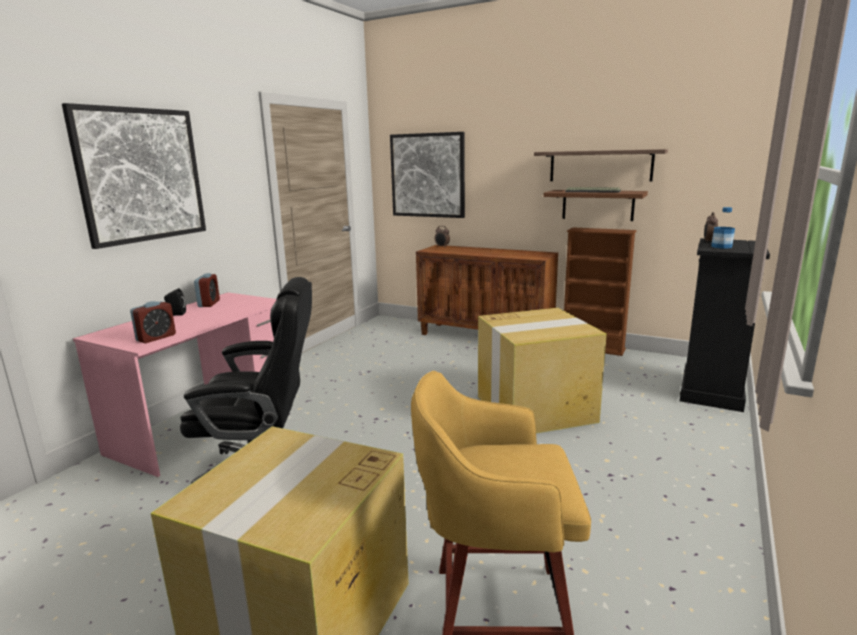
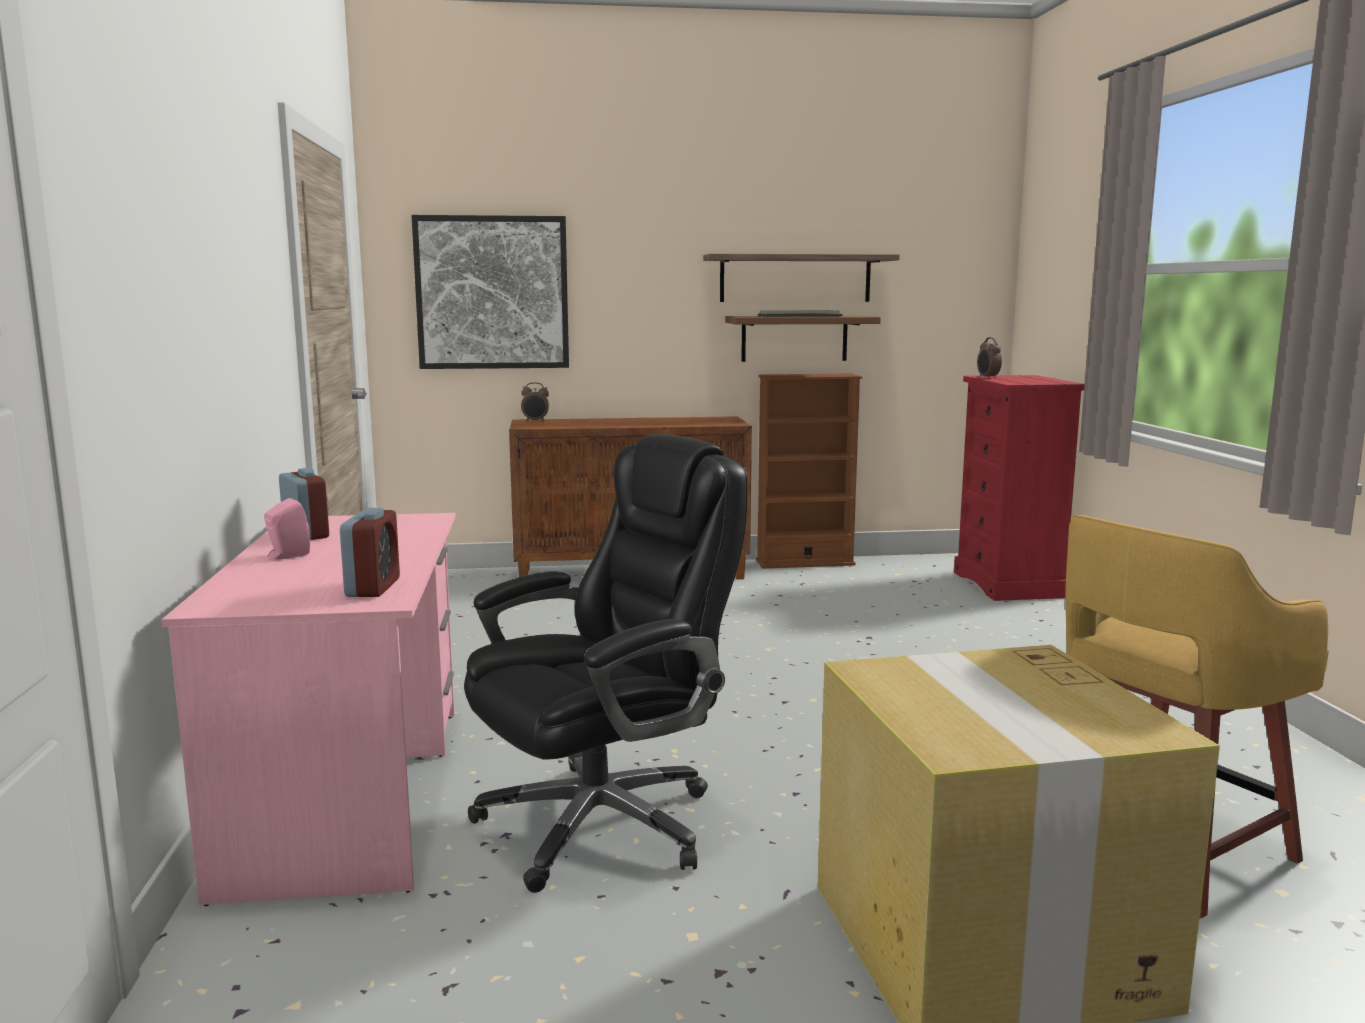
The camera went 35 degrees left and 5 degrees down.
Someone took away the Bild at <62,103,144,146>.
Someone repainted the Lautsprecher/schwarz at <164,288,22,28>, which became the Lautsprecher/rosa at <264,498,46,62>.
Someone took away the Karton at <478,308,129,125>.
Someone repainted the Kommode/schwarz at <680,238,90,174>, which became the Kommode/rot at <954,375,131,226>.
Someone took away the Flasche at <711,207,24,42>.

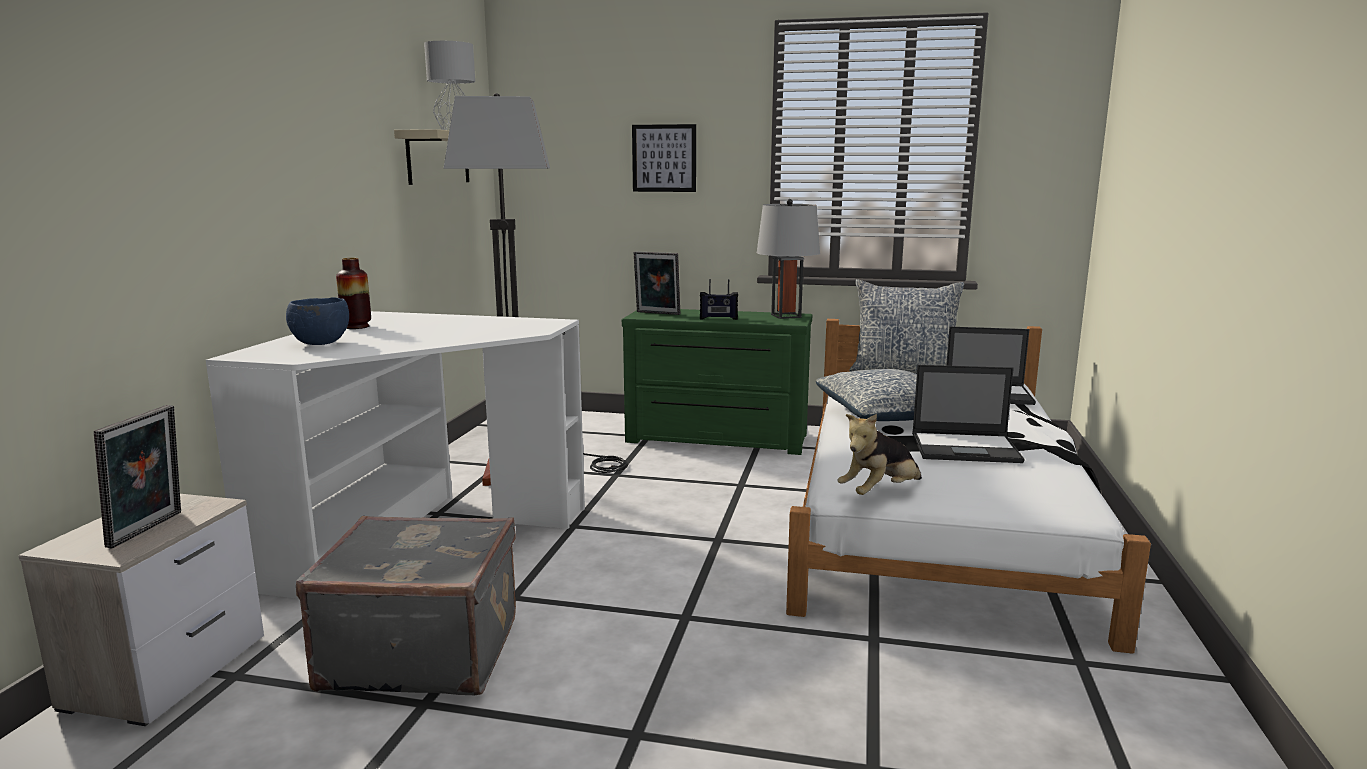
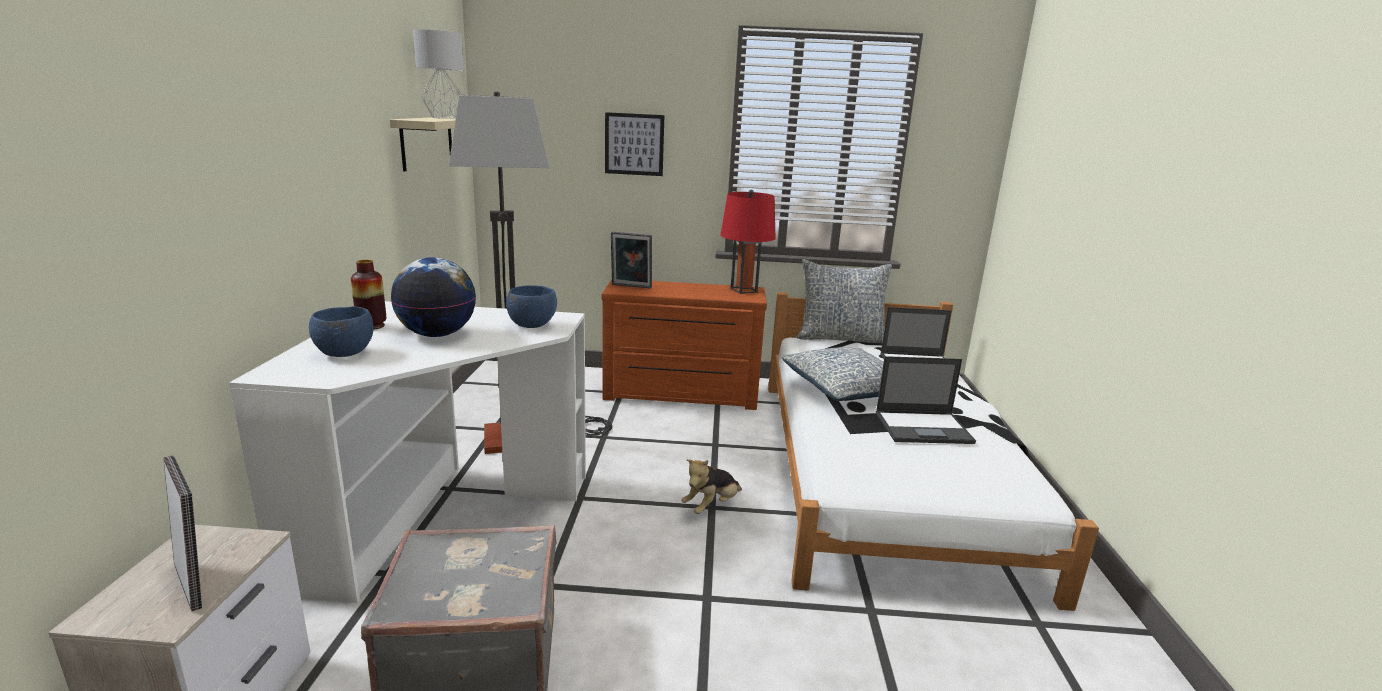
The camera went 10 degrees left and 5 degrees up.
Someone rotated the Bilderrahmen at <94,405,87,144> by 45 degrees counterclockwise.
Someone repainted the Kommode/grün at <622,309,190,146>, which became the Kommode/braun at <601,280,166,130>.
Someone took away the Radio at <700,279,38,41>.
Someone repainted the Tischlampe/grau at <757,199,63,120>, which became the Tischlampe/rot at <720,190,55,104>.
Someone carried the Plüschtier from <837,414,85,81> to <681,459,61,55>.
Someone put down the Globus at <391,257,85,80>.
Someone put down the Schüssel/blau at <506,285,51,43>.

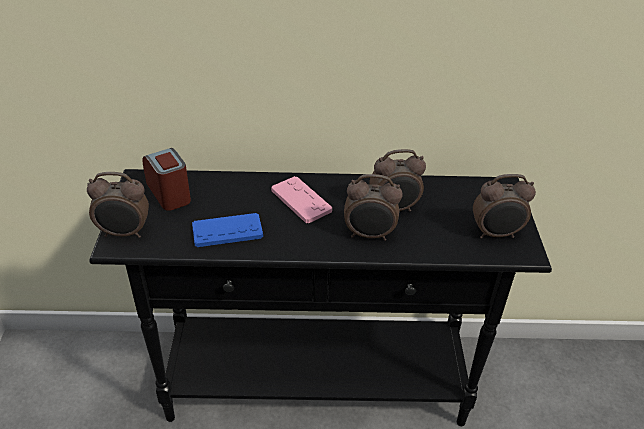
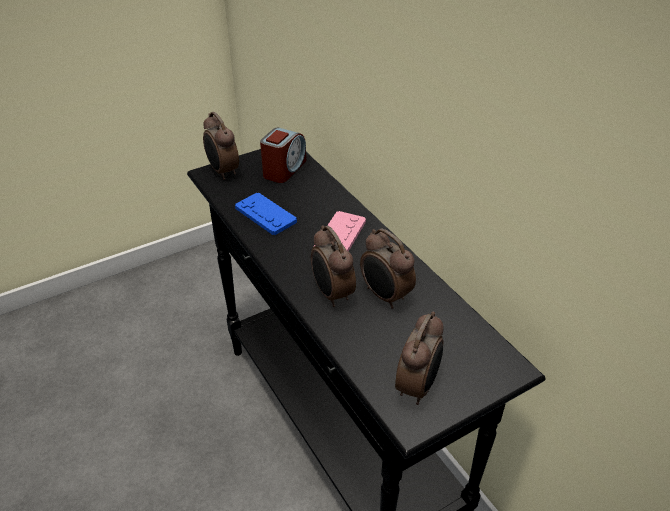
The camera went 60 degrees right and 0 degrees up.
Someone rotated the Wecker at <473,174,63,65> by 120 degrees counterclockwise.

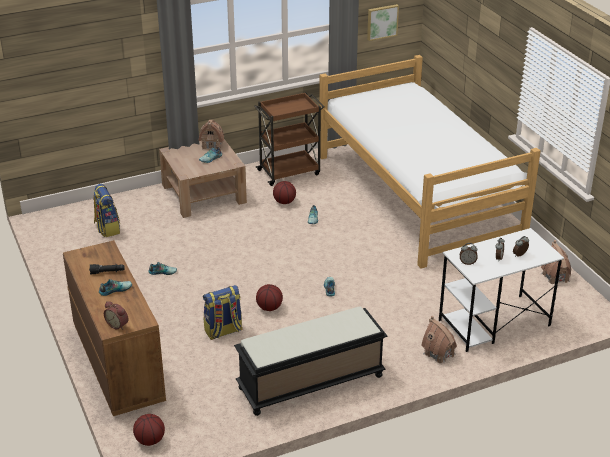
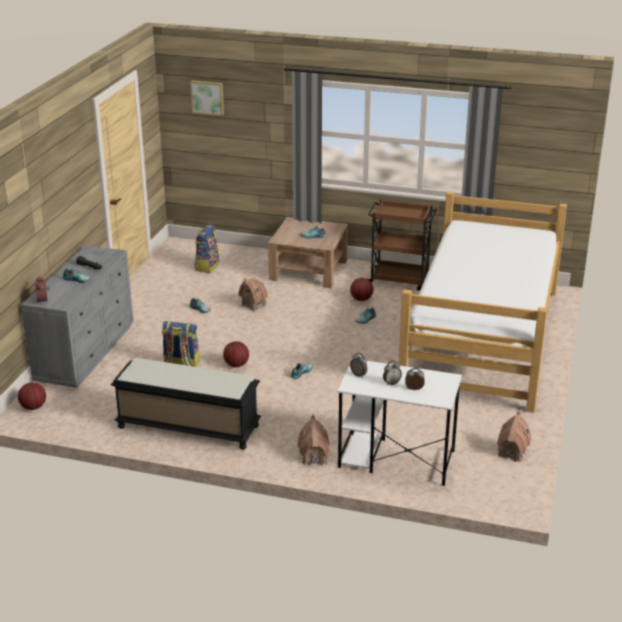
The camera went 40 degrees right and 5 degrees down.
Someone repainted the Kommode/braun at <63,240,103,176>, which became the Kommode/grau at <21,245,113,143>.
Someone carried the Spielzeughaus from <198,120,26,30> to <238,278,30,33>.
Someone carried the Bild from <367,4,32,37> to <191,80,33,36>.

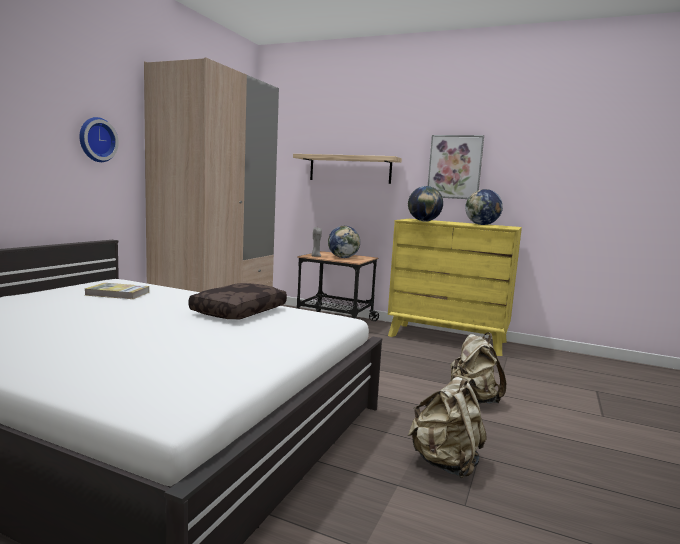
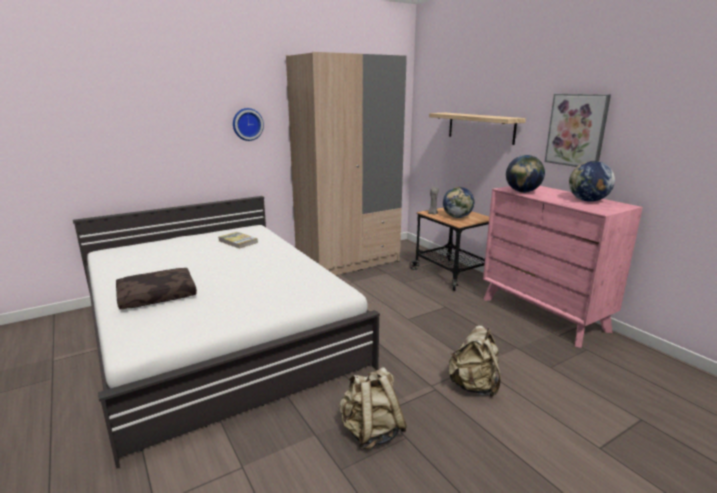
The camera went 35 degrees right and 10 degrees up.
Someone carried the Kissen/braun from <189,283,98,37> to <116,268,81,41>.
Someone repainted the Kommode/gelb at <388,219,134,137>, which became the Kommode/rosa at <483,186,160,162>.

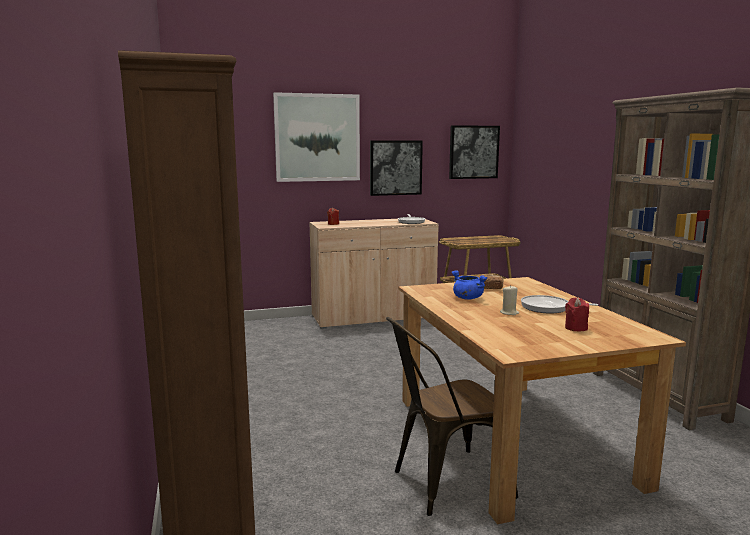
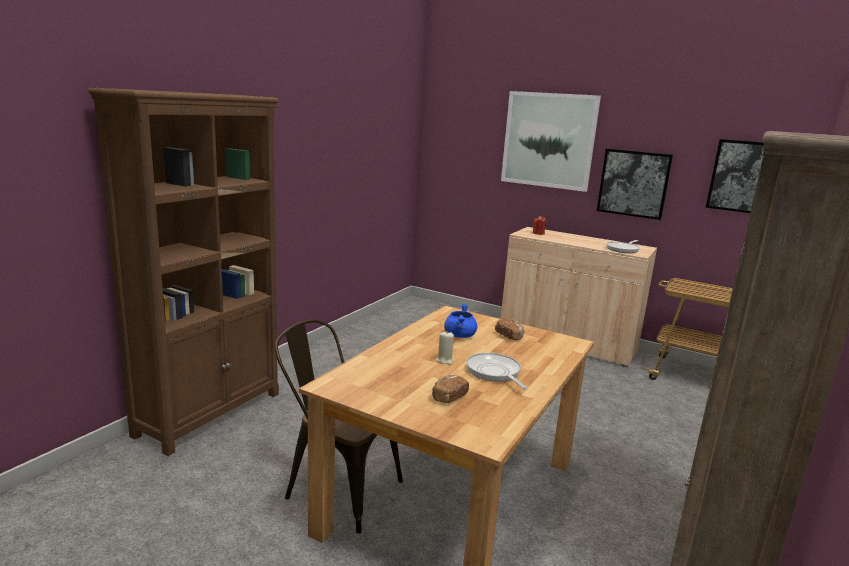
The camera went 45 degrees right and 5 degrees up.
Someone swapped the Kerze/rot at <565,298,24,33> for the Brot at <432,375,37,28>.

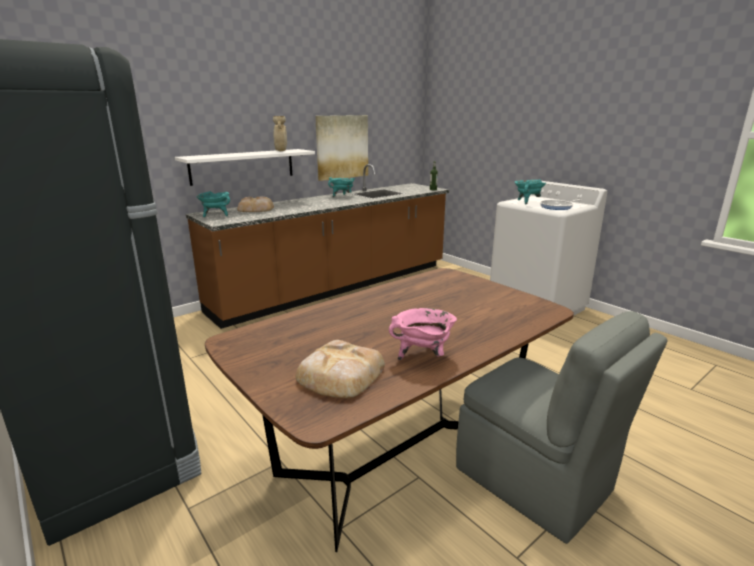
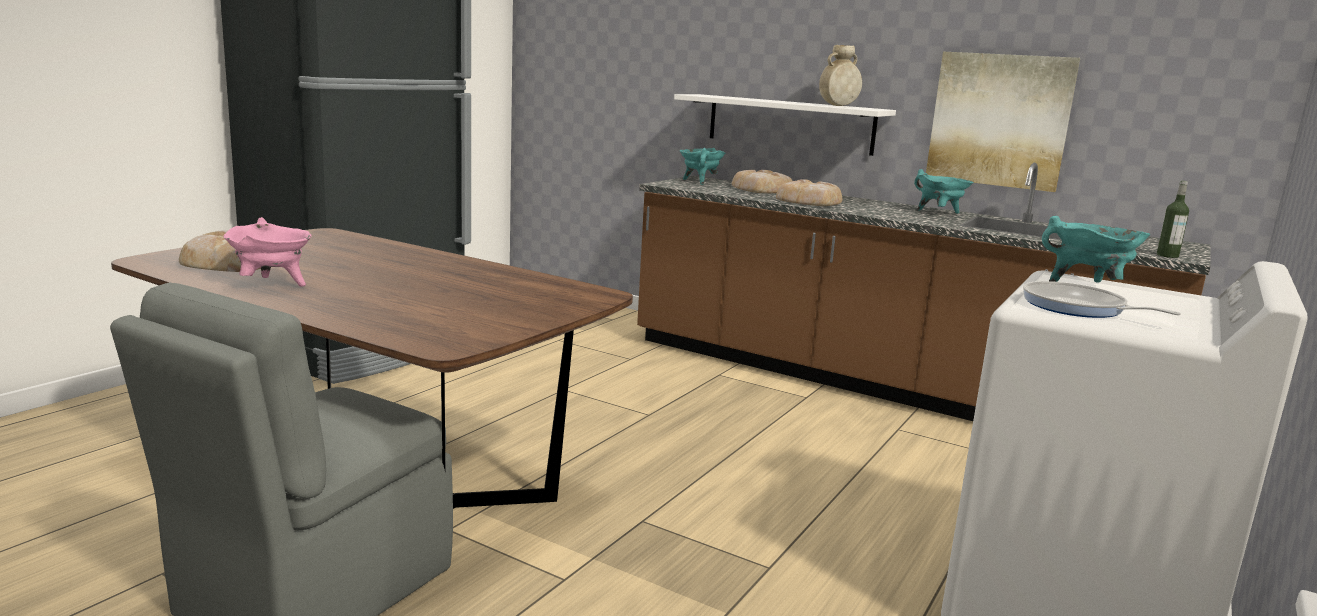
The camera went 70 degrees right and 5 degrees down.
Someone put down the Brot at <776,179,66,27>.

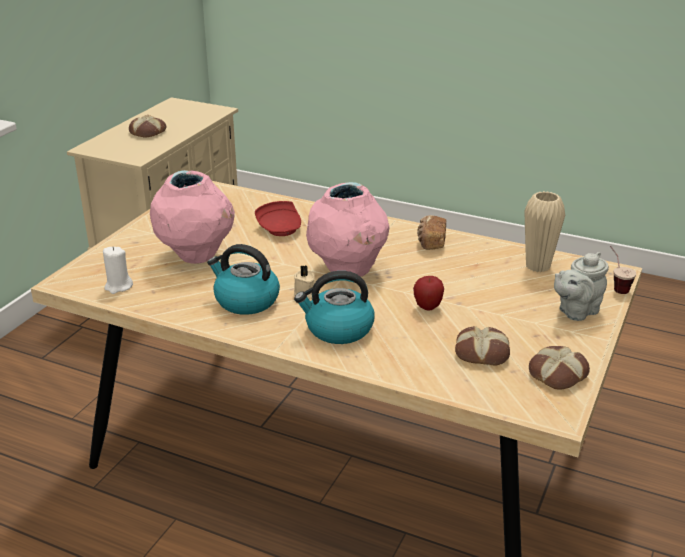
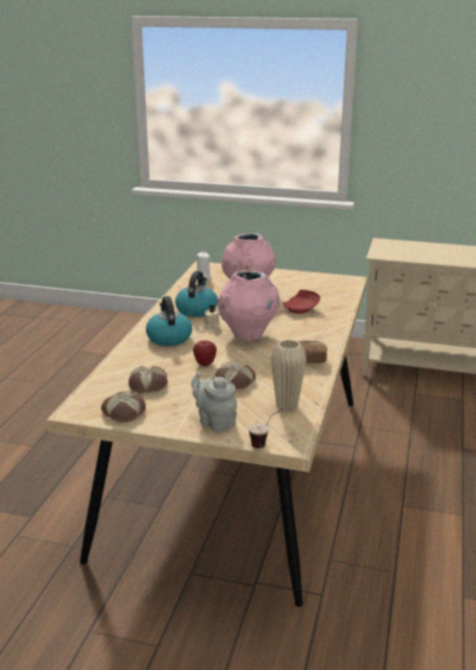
The camera went 80 degrees right and 5 degrees down.
Someone carried the Brot from <129,115,37,23> to <215,362,41,27>.

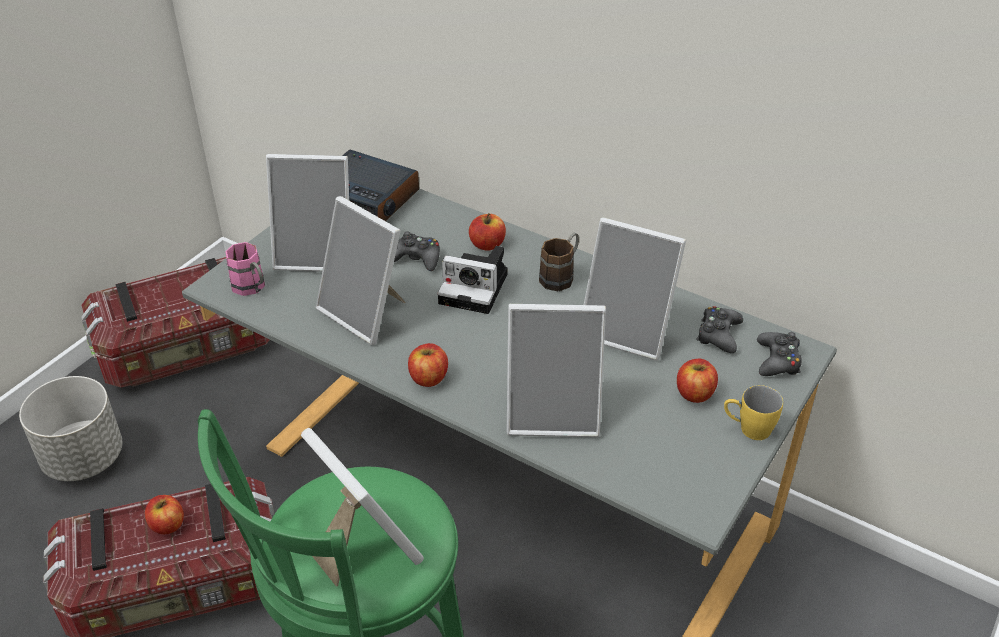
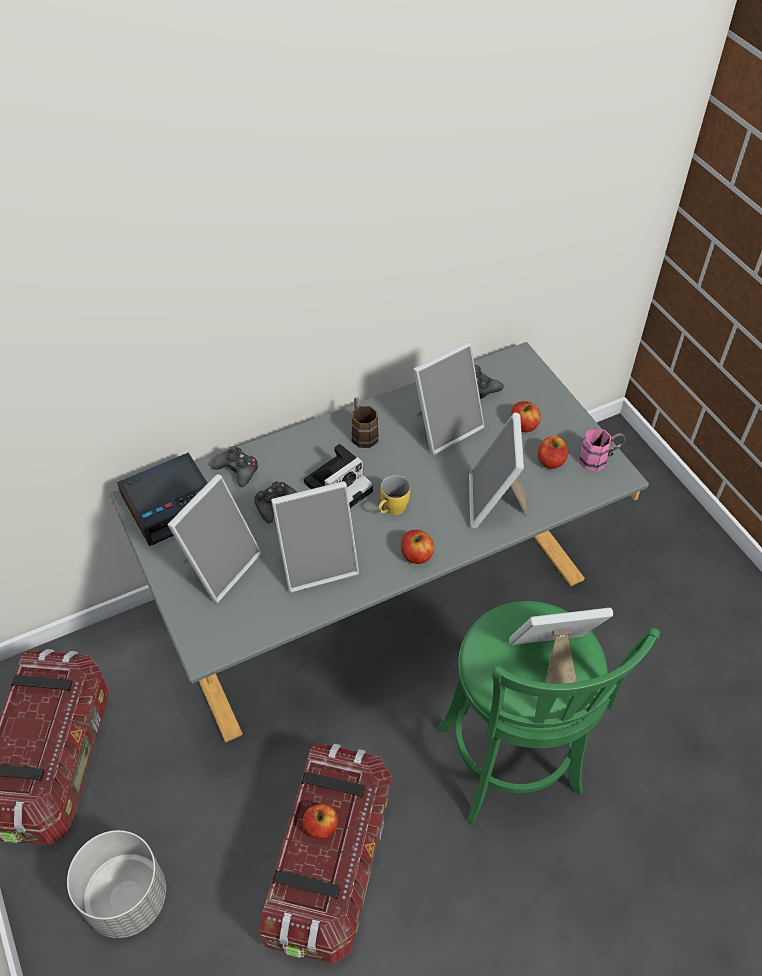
The camera went 60 degrees left and 10 degrees up.
Someone carried the Henkelbecher/rosa from <226,242,39,54> to <578,428,48,43>.
Someone carried the Apfel from <469,213,37,38> to <538,436,31,33>.
Someone rotated the Bilderrahmen at <507,304,99,133> by 150 degrees clockwise.
Someone carried the Henkelbecher/gelb from <724,385,59,55> to <378,475,32,40>.
Someone carried the Gamepad/schwarz from <757,332,45,44> to <212,446,46,41>.

